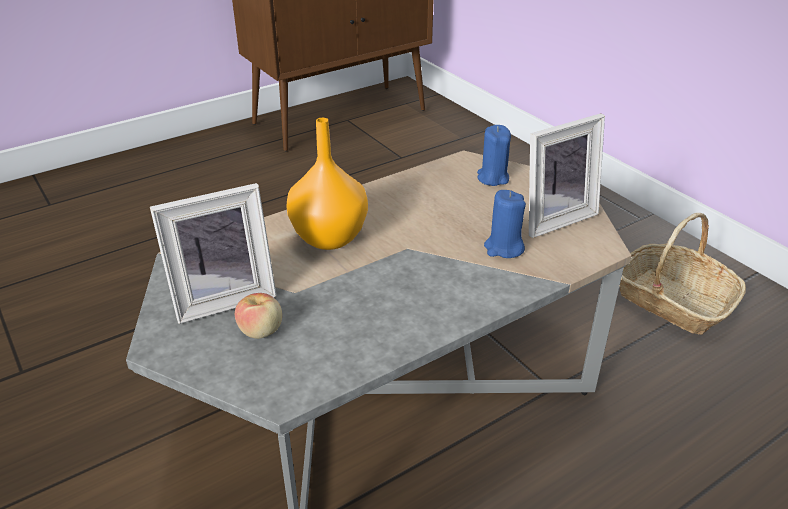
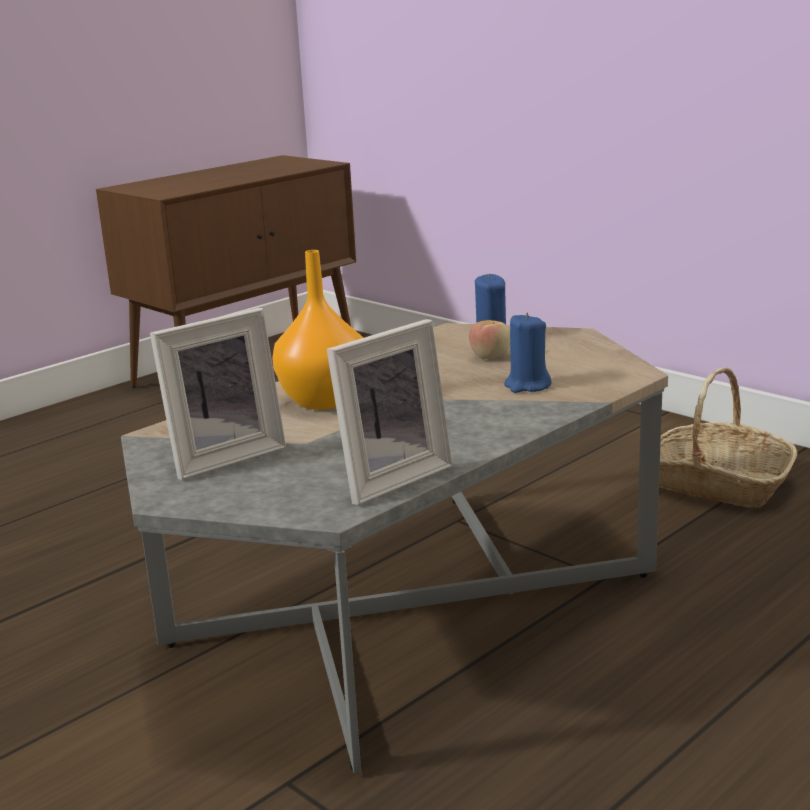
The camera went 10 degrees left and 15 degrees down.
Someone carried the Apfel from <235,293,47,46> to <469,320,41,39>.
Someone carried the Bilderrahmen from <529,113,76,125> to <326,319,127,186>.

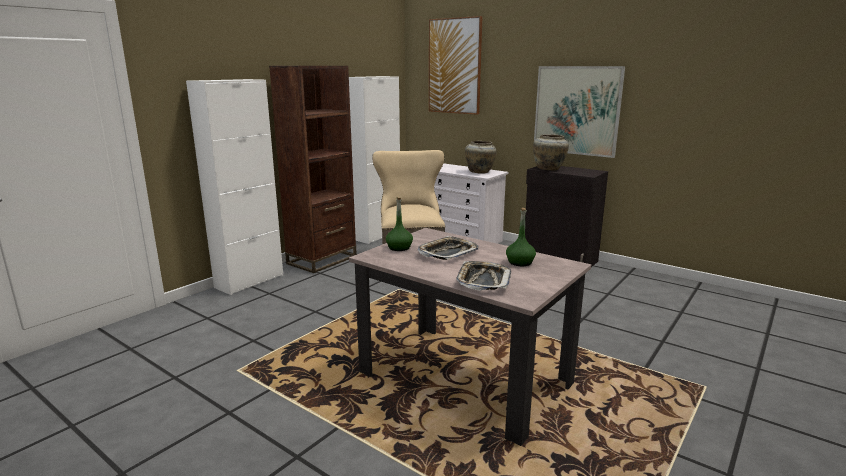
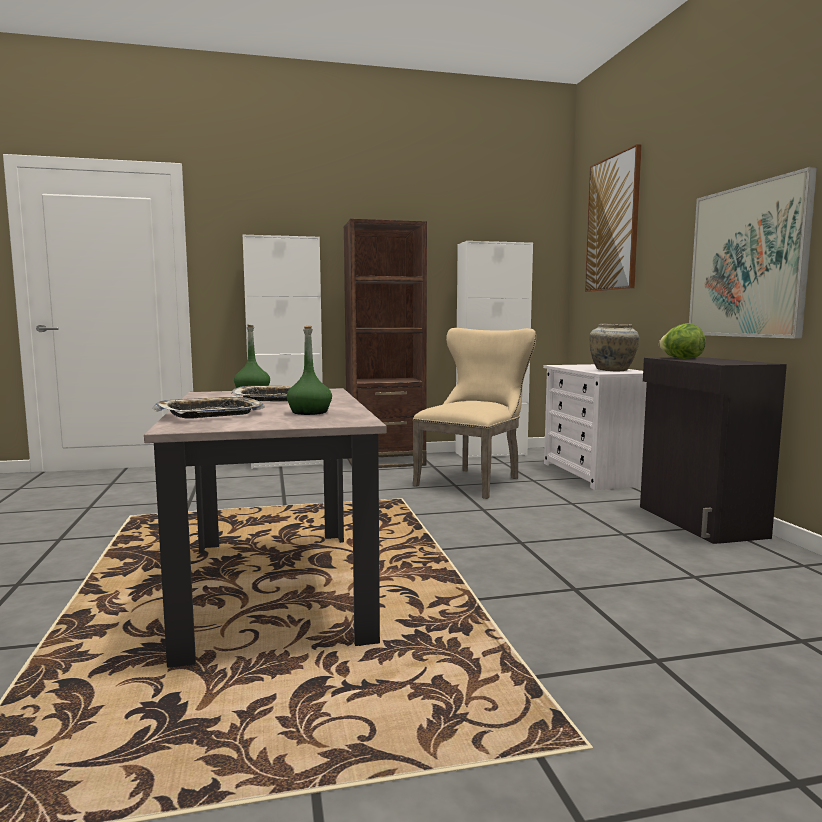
The camera went 40 degrees right and 10 degrees down.
Someone swapped the Vase/beige at <533,135,36,36> for the Salatkopf at <659,323,47,36>.

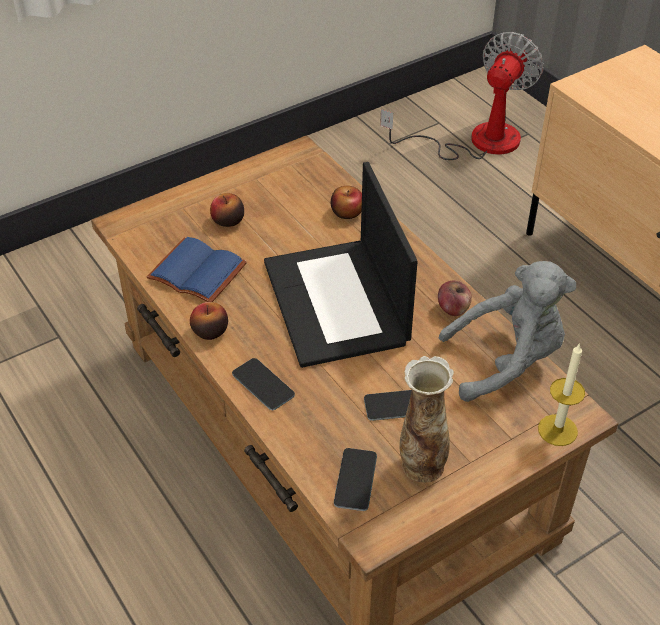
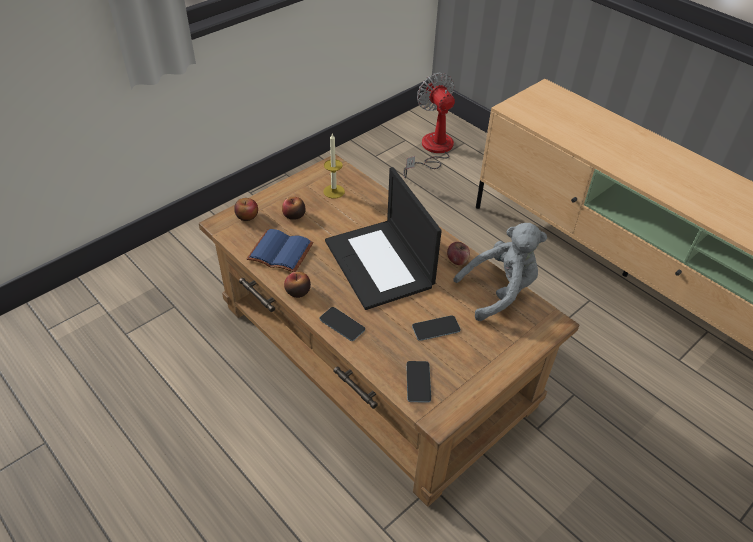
The camera went 10 degrees left and 0 degrees up.
Someone carried the Apfel from <331,186,31,33> to <234,198,24,23>.
Someone rotated the Ventilator at <380,32,164,128> by 45 degrees counterclockwise.
Someone took away the Vase at <399,356,55,127>.
Someone carried the Kerze from <538,343,47,103> to <323,134,22,65>.

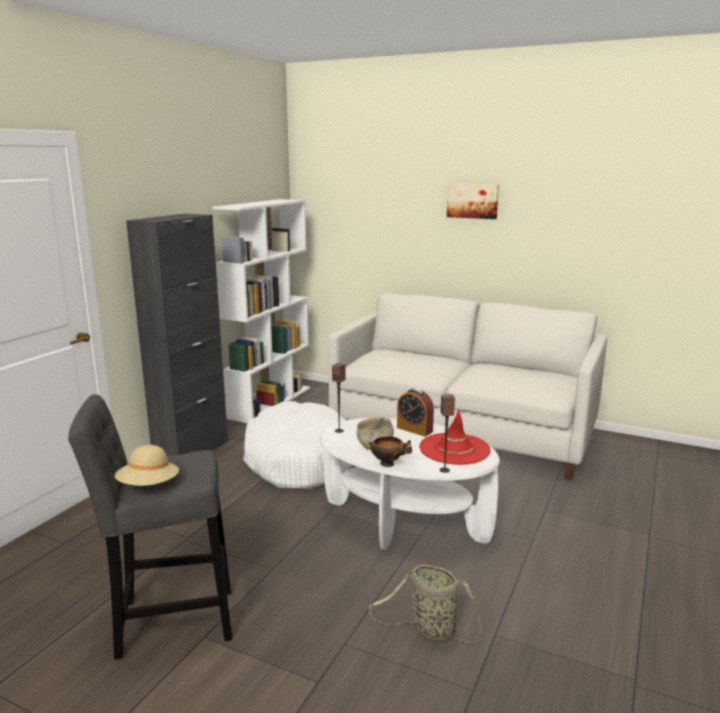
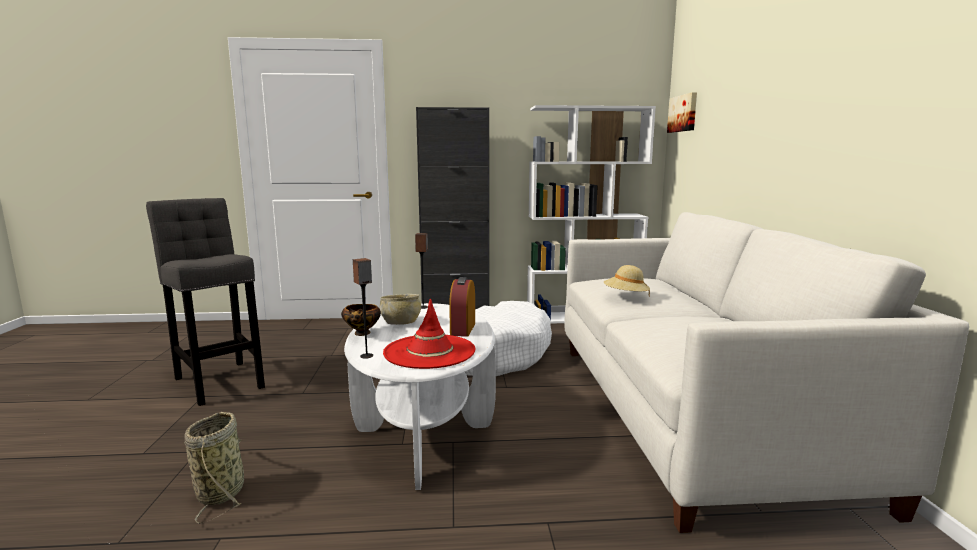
The camera went 60 degrees right and 5 degrees down.
Someone carried the Hut/beige from <114,445,65,41> to <604,265,46,31>.
Someone carried the Bild from <447,183,52,36> to <667,92,30,41>.

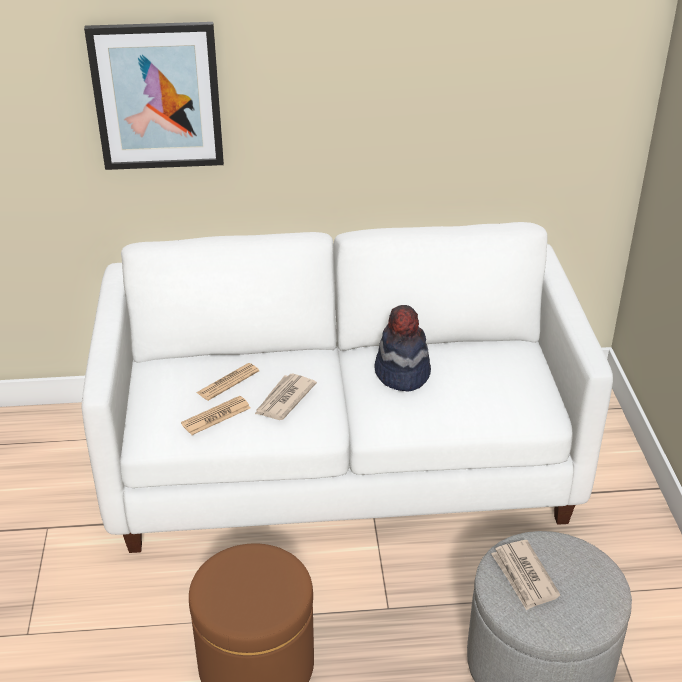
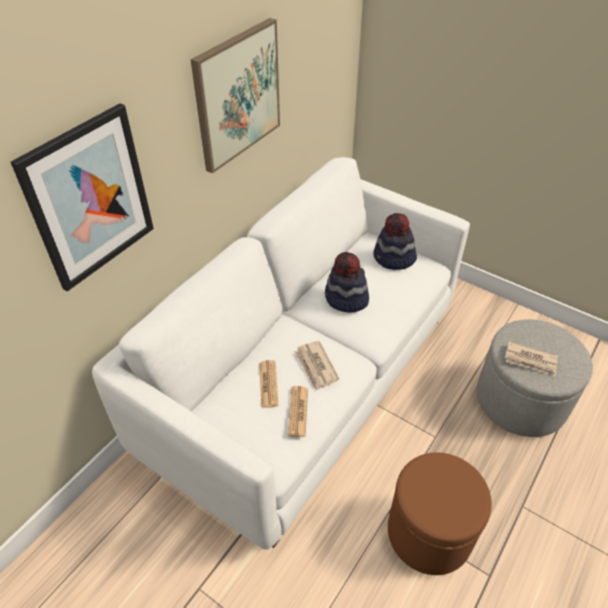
The camera went 50 degrees left and 10 degrees up.
Someone put up the Bild at <191,18,89,156>.
Someone put down the Hut at <373,213,44,57>.

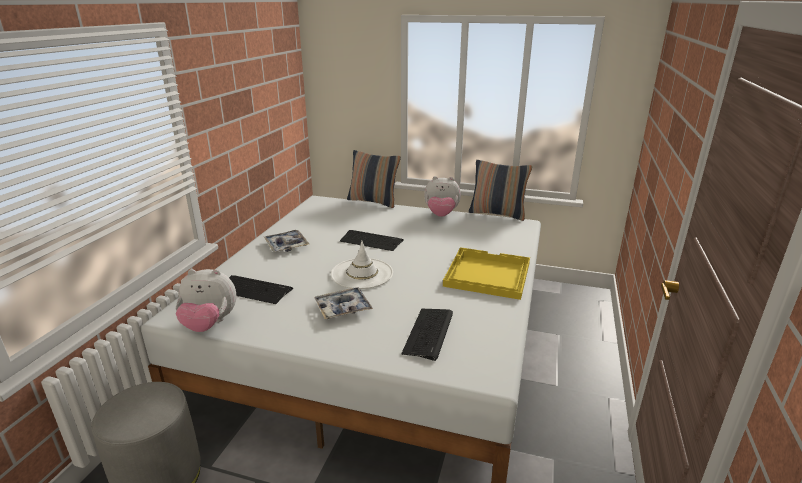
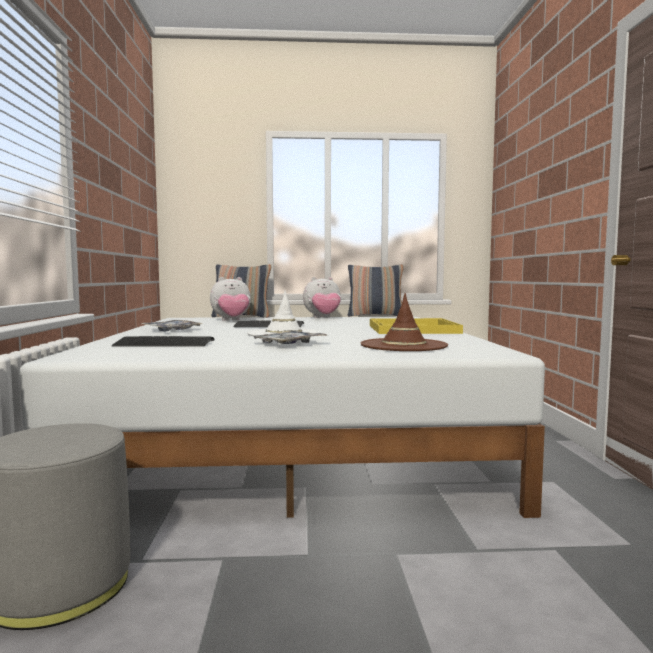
The camera went 20 degrees left and 20 degrees down.
Someone carried the Plüschtier from <176,269,61,63> to <210,277,41,44>.
Someone swapped the Tastatur at <401,309,52,52> for the Hut/braun at <360,293,88,58>.

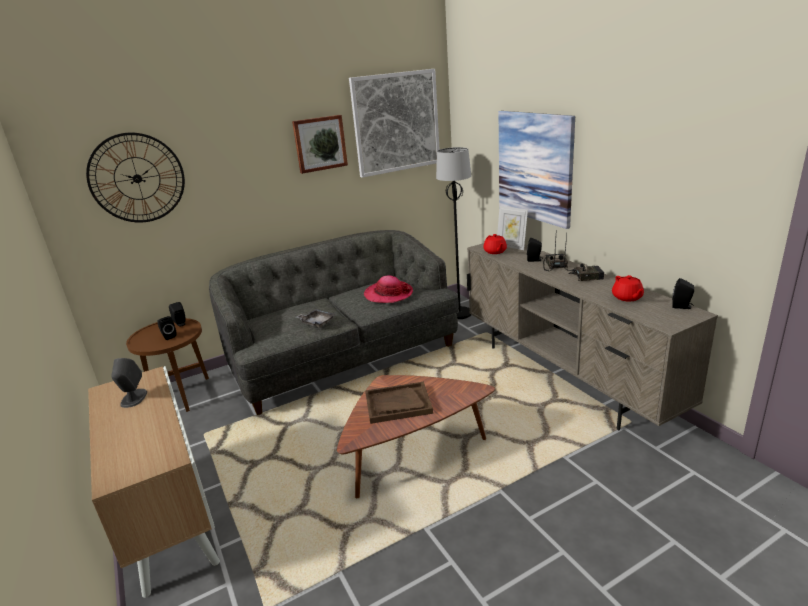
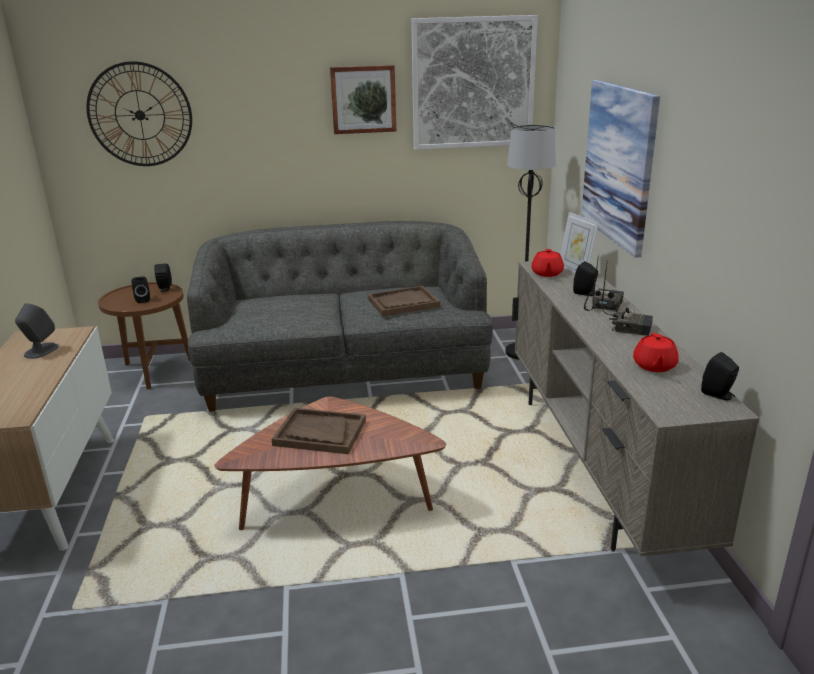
The camera went 20 degrees right and 0 degrees up.
Someone took away the Tablett/grau at <296,309,39,19>.
Someone swapped the Hut at <364,275,49,28> for the Tablett/braun at <368,286,72,30>.

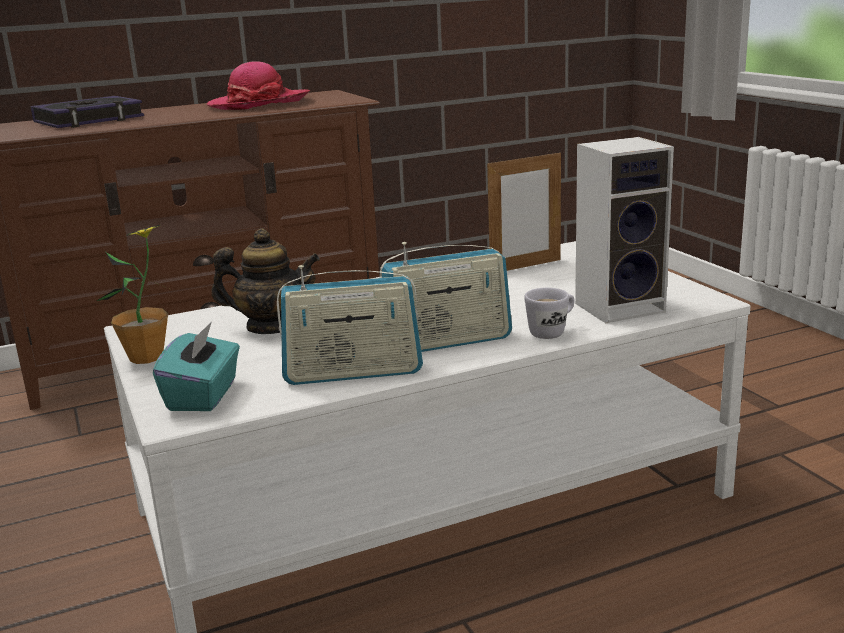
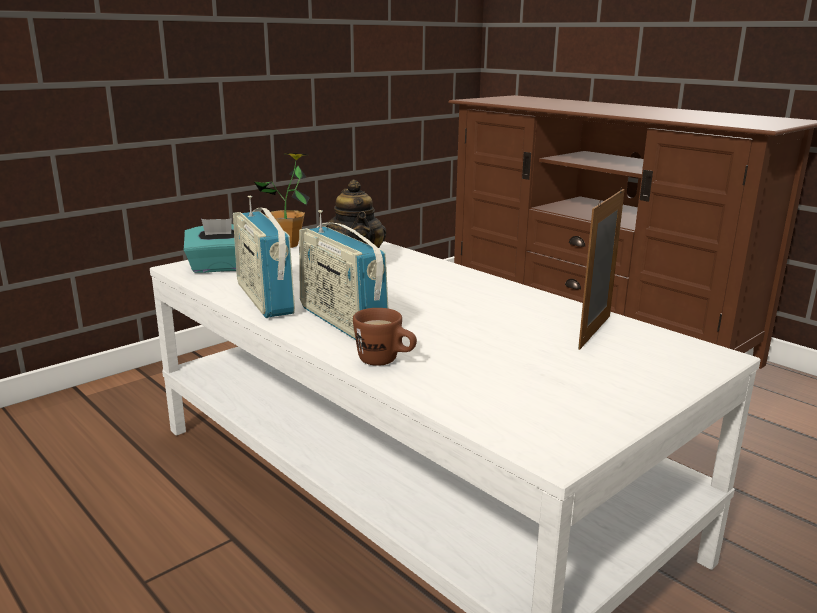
The camera went 70 degrees right and 0 degrees up.
Someone took away the Buch at <31,96,113,32>.
Someone took away the Hut at <206,61,104,49>.
Someone rotated the Bilderrahmen at <487,150,74,121> by 75 degrees clockwise.
Someone repainted the Henkelbecher/weiß at <524,288,50,51>, which became the Henkelbecher/braun at <353,308,64,58>.
Someone took away the Lautsprecher at <575,137,99,186>.

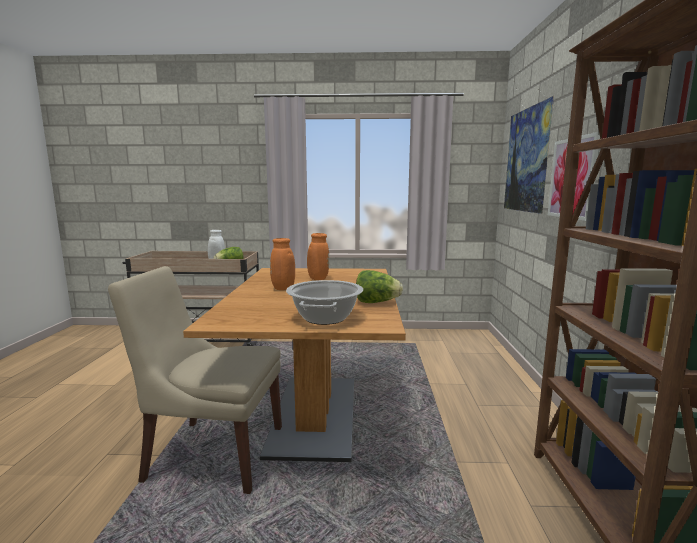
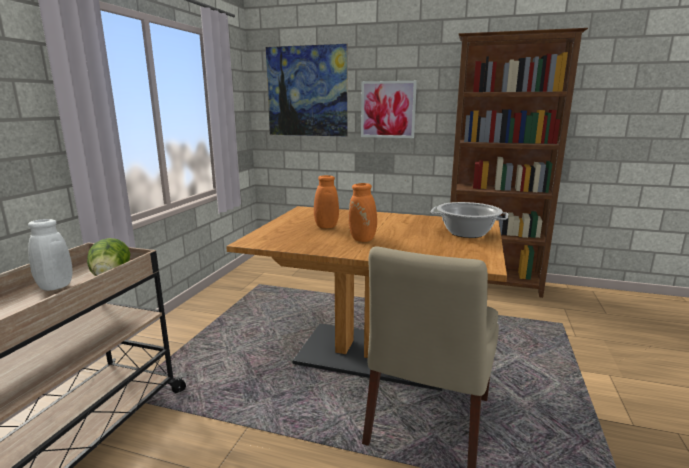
The camera went 75 degrees left and 5 degrees up.
Someone took away the Salatkopf at <356,270,47,33>.

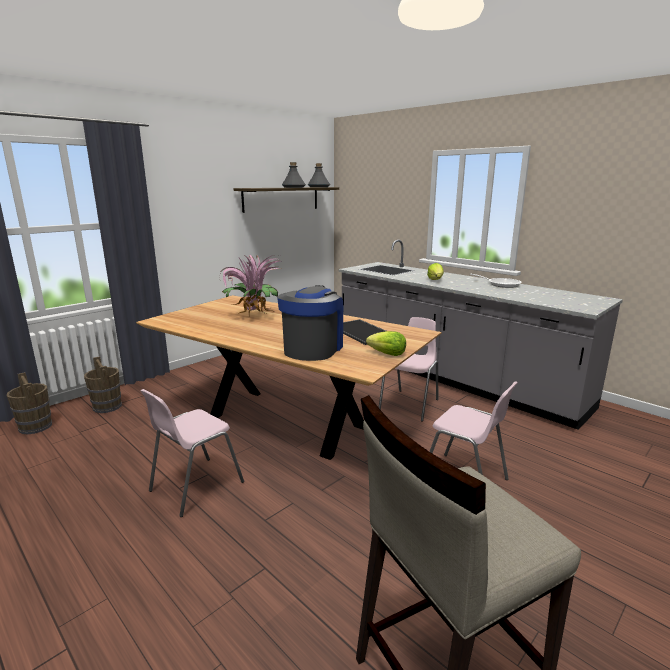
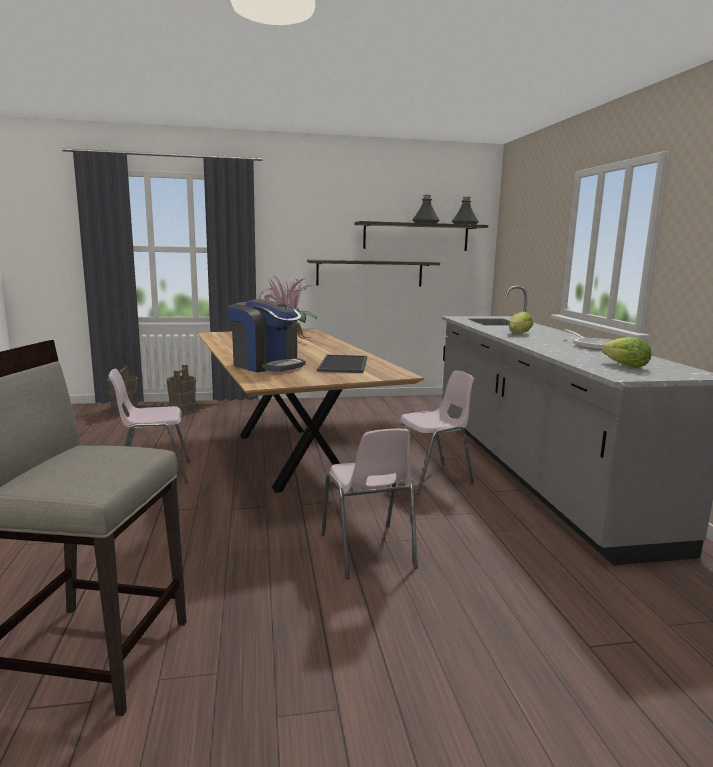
The camera went 35 degrees right and 5 degrees down.
Someone rotated the Kaffeemaschine at <277,285,66,76> by 75 degrees clockwise.
Someone carried the Salatkopf from <366,331,40,25> to <602,337,49,31>.
Someone put up the Wandregal at <307,259,133,27>.

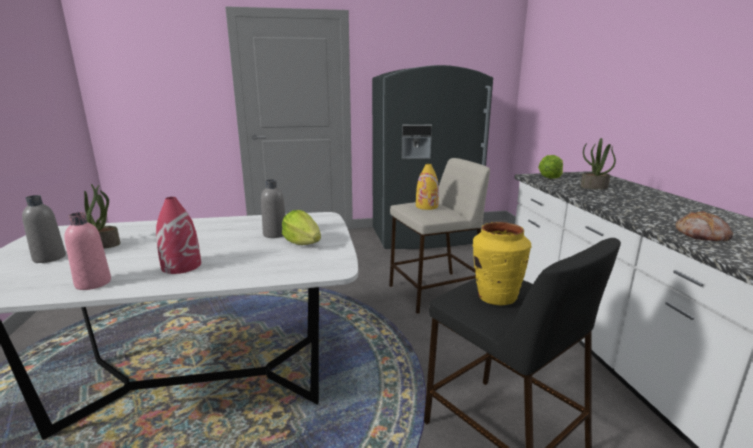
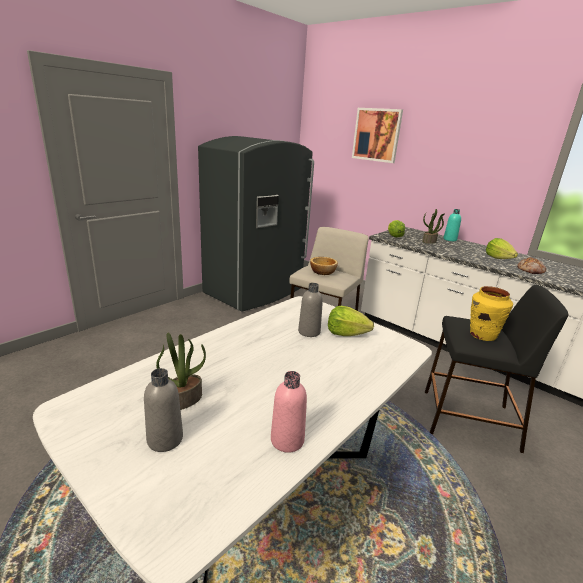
The camera went 40 degrees left and 5 degrees up.
Someone took away the Vase/rot at <156,197,45,77>.
Someone swapped the Vase/gelb at <416,164,23,46> for the Schüssel at <310,257,28,18>.
Someone put up the Bild at <352,108,51,55>.
Someone put down the Flasche/türkis at <443,209,18,32>.
Someone put down the Salatkopf at <486,238,32,21>.

